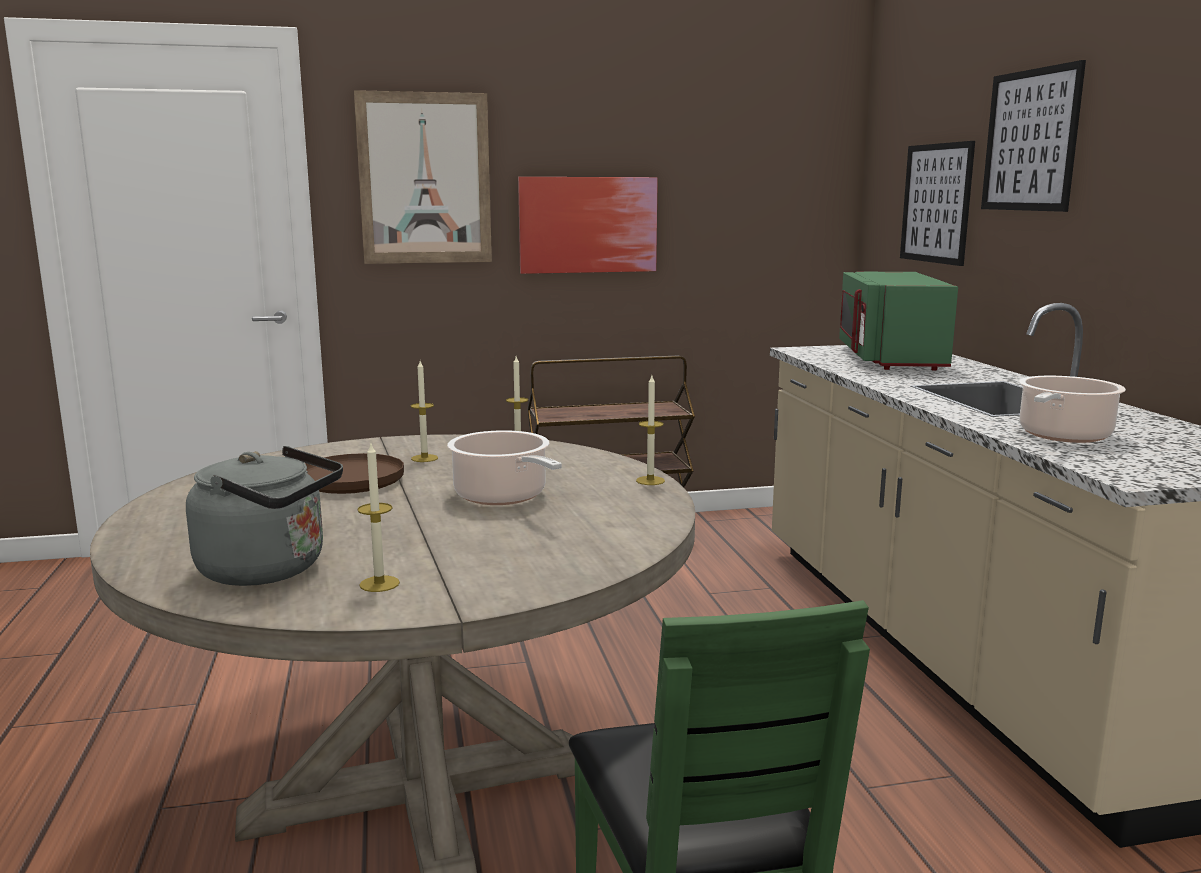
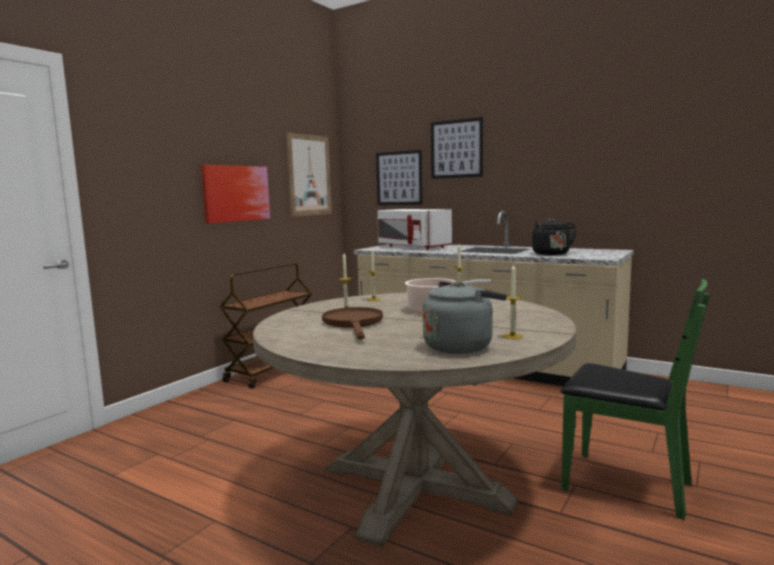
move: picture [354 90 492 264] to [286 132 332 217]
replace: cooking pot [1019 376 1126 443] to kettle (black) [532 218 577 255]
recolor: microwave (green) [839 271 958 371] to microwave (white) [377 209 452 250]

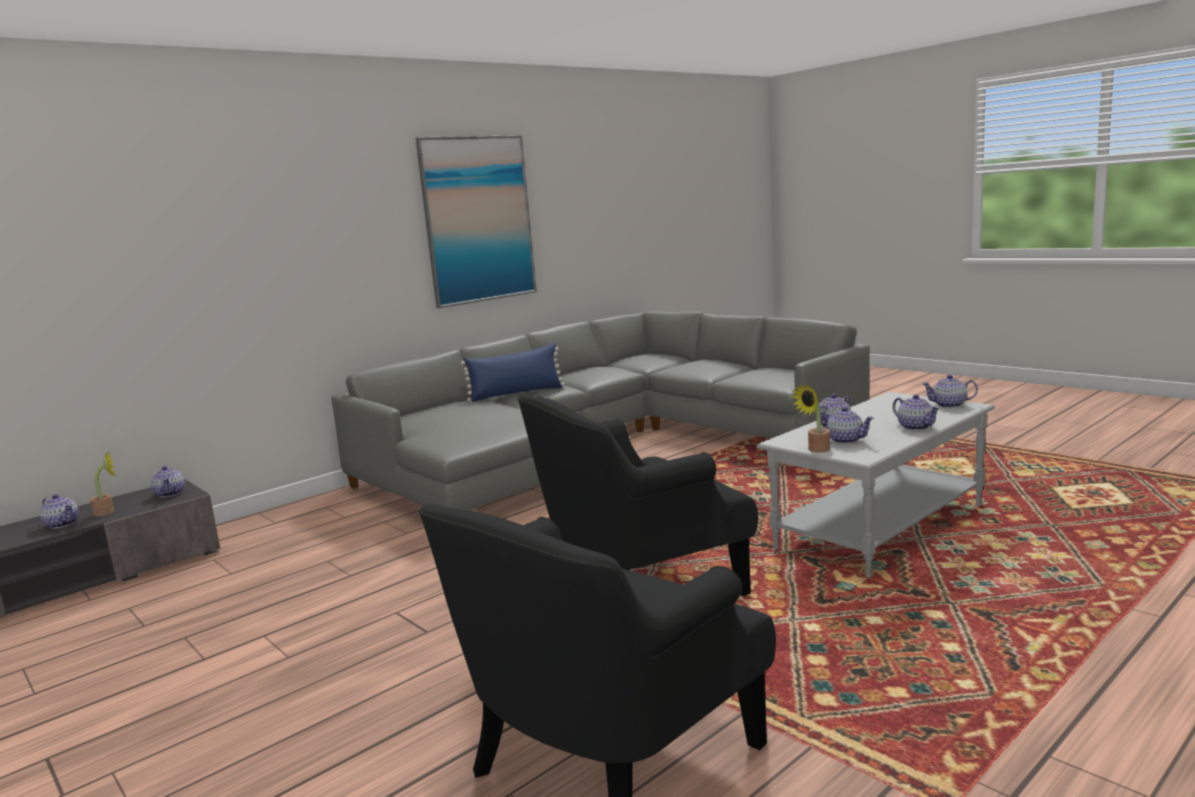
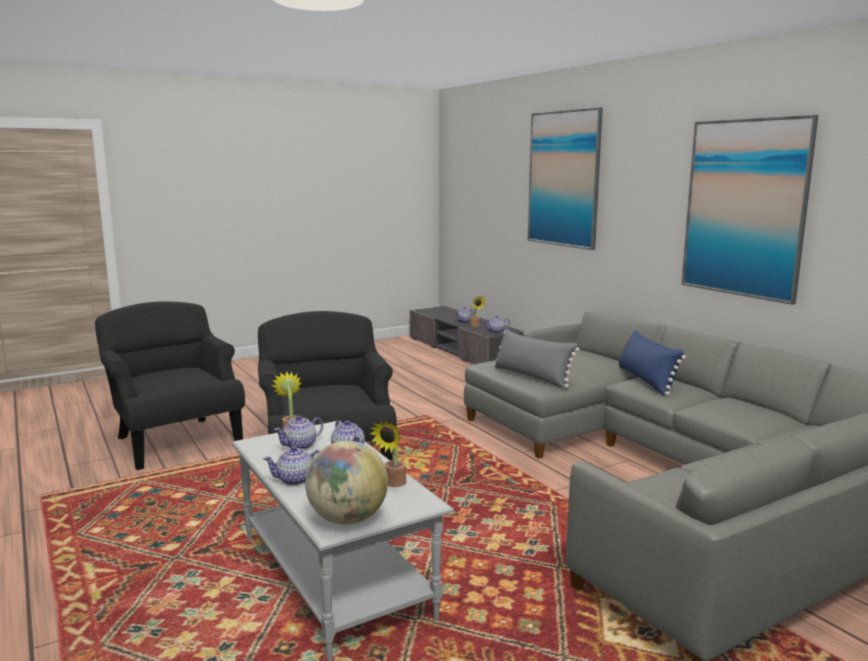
insert: picture [528 107 603 250]; pillow (grey) [493 329 580 388]; potted plant [370 421 406 487]
replace: teapot [922 375 978 408] to globe [305 441 388 525]

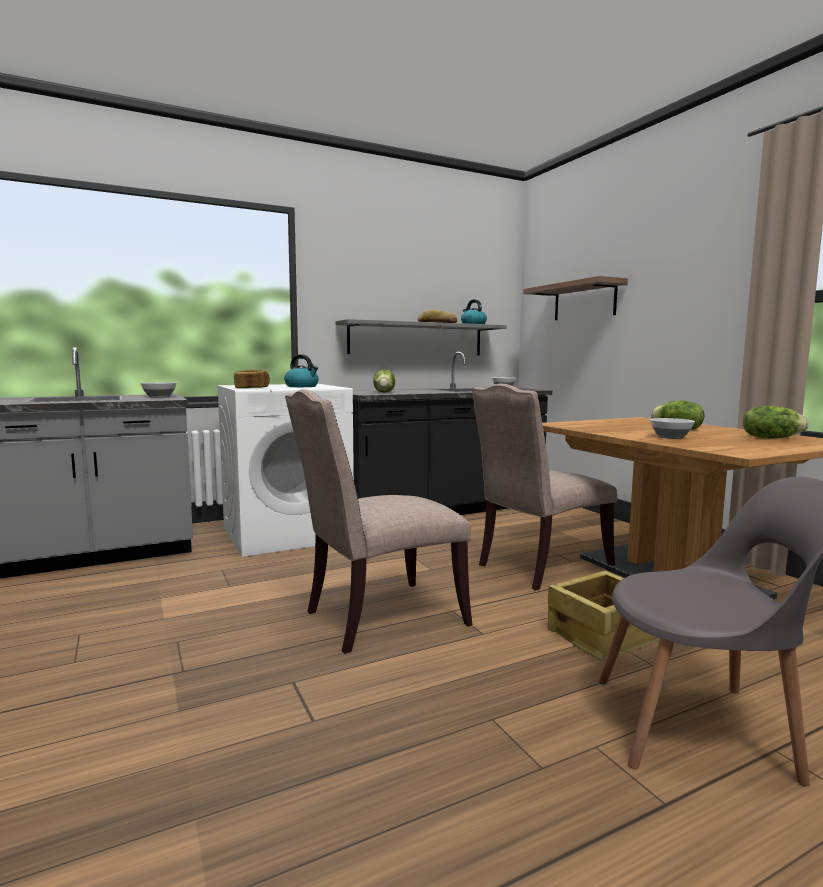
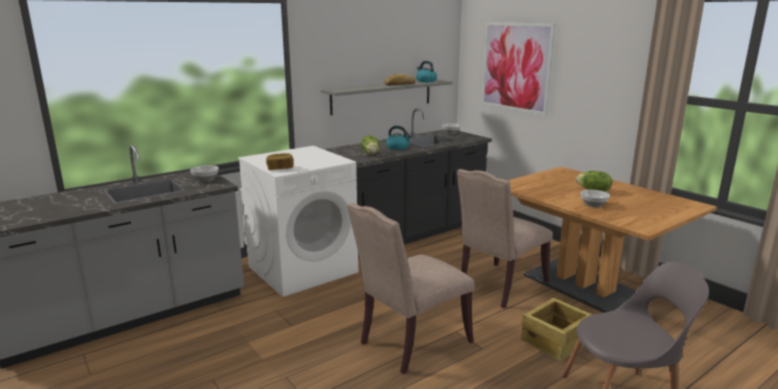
delete: lettuce [743 406 809 438]
move: kettle [284 354 319 387] to [386 126 412 150]
replace: shelf [523 276 628 320] to picture [481 22 555 116]

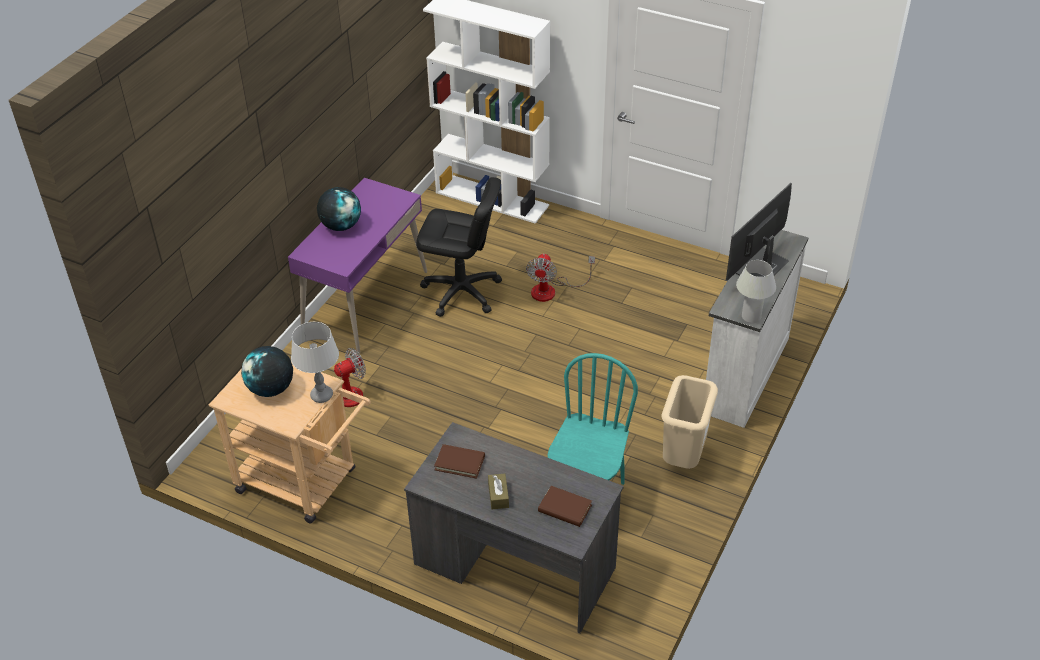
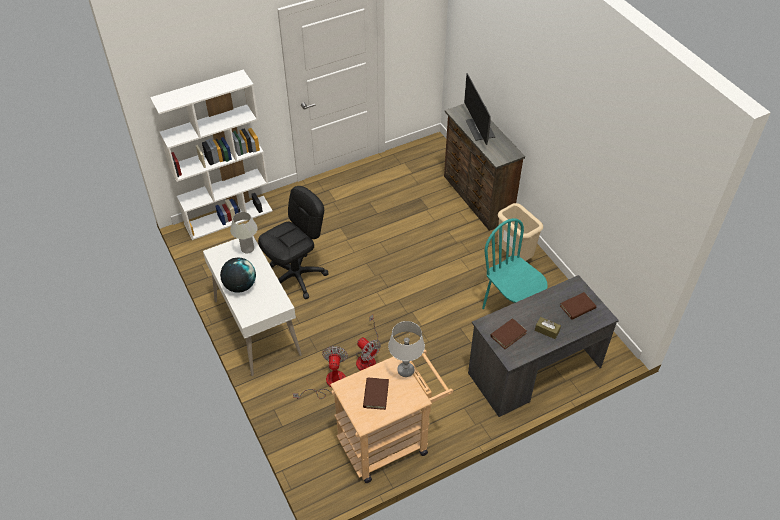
move: fan [526 254 595 302] to [356 315 381 371]; table lamp (white) [736 260 776 323] to [230 212 258 254]
replace: globe [241 346 293 397] to book (brown) [363 378 389 410]
recolor: desk (purple) [288 178 427 354] to desk (white) [203 236 302 376]; dresser (white) [706 230 808 428] to dresser (brown) [444 103 525 231]

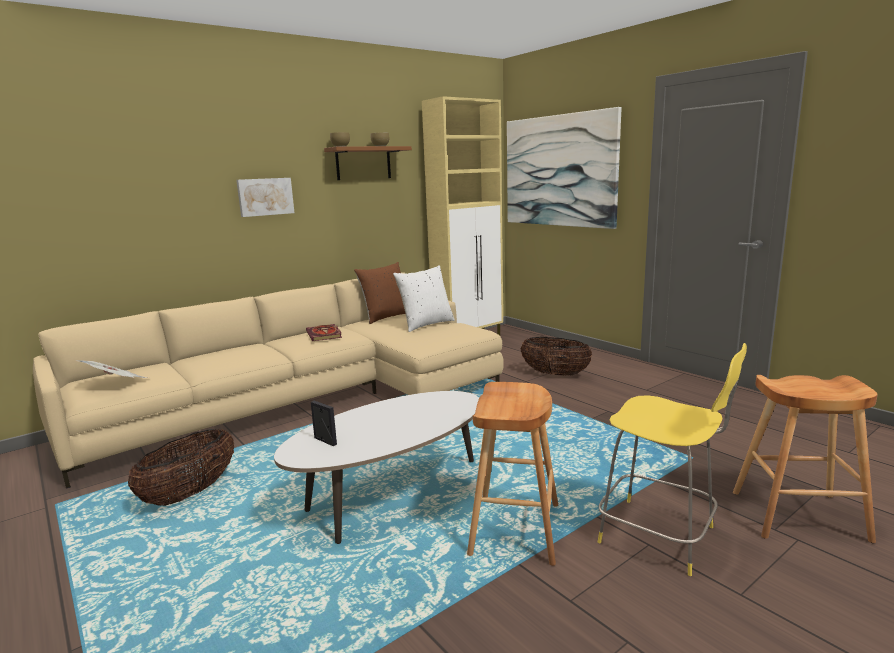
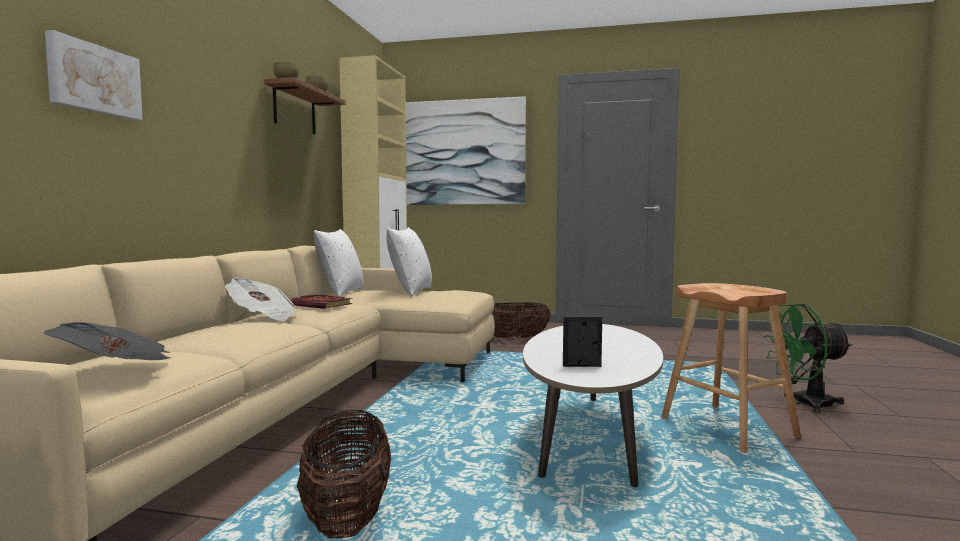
delete: stool (brown) [733 375 877 543]
insert: newspaper [225 277 299 321]
move: picture [236 178 294 217] to [45 30 143 120]
replace: stool (yellow) [598 343 747 576] to fan (green) [763 304 852 413]
recolor: pillow (brown) [354 262 406 324] to pillow (white) [314 229 363 297]

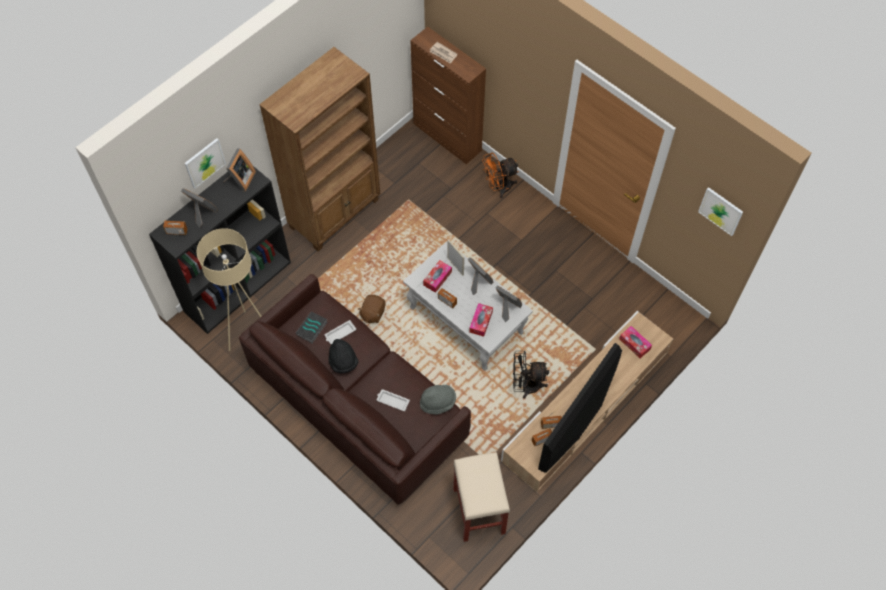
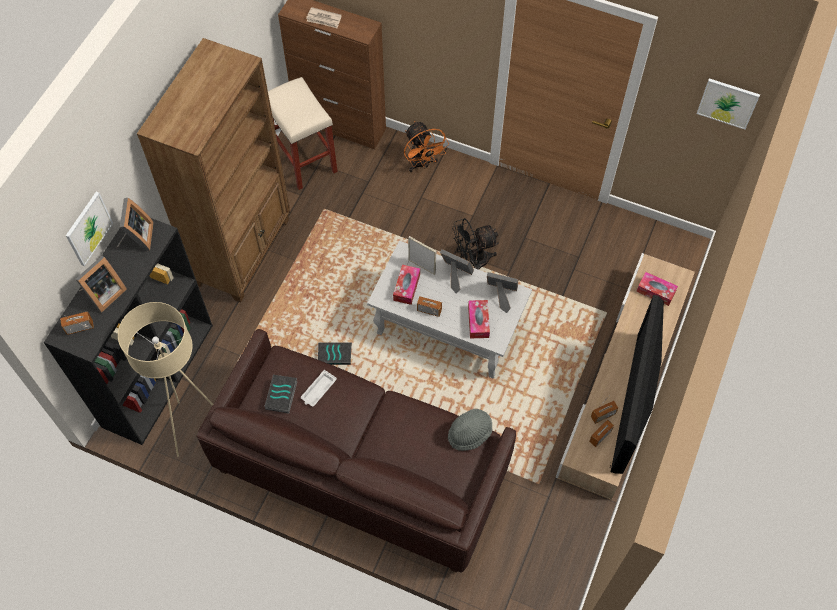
delete: hat (black) [328 339 358 373]; tray (white) [377 389 410 411]
move: fan (black) [513 351 549 399] to [452 218 499 270]; stool (beige) [453 452 510 542] to [268 77 338 190]
replace: plush toy (brown) [358 295 385 323] to book [318 342 352 365]
rotate: fan (orange) [482 153 519 198] = [404 121 449 172] 75 degrees counterclockwise; picture frame [181 188 218 228] = [76 256 127 313] 120 degrees clockwise

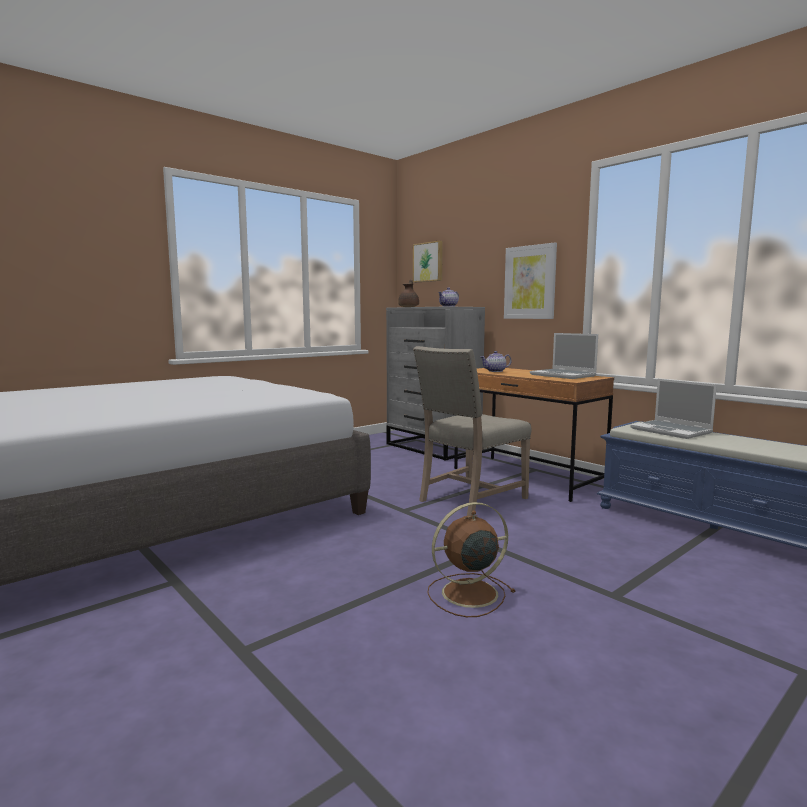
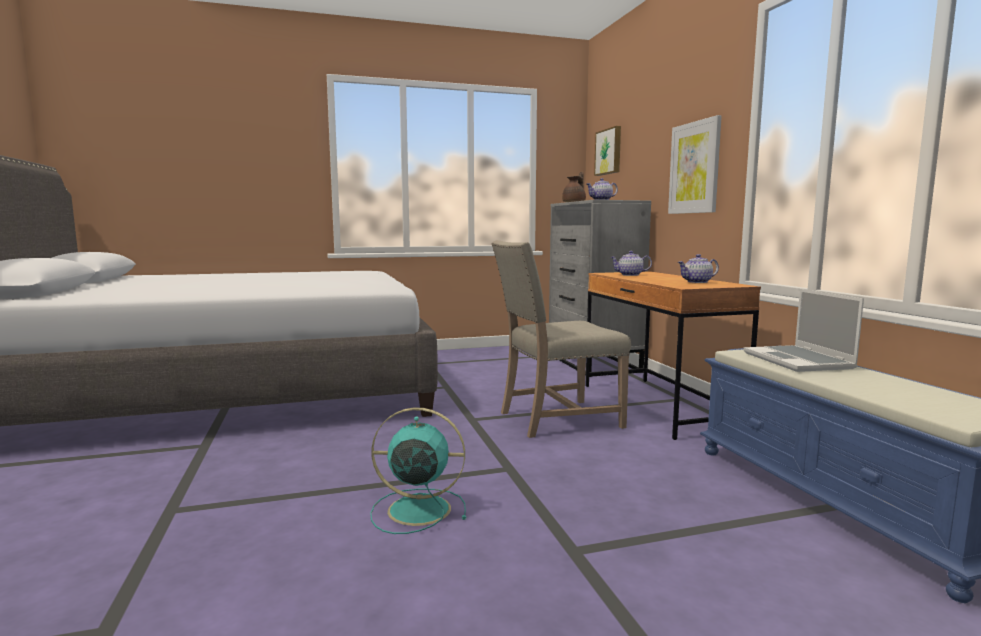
replace: laptop [530 333 598 379] to teapot [678 254 719 283]
recolor: fan (brown) [427 502 516 617] to fan (turquoise) [370 407 466 534]

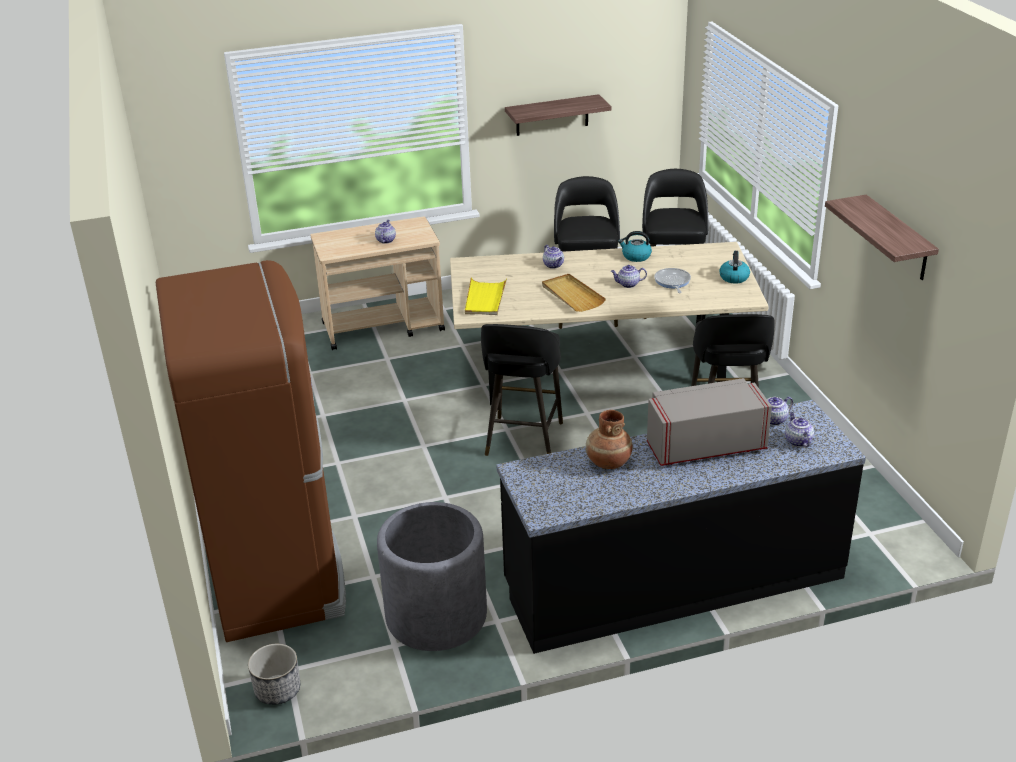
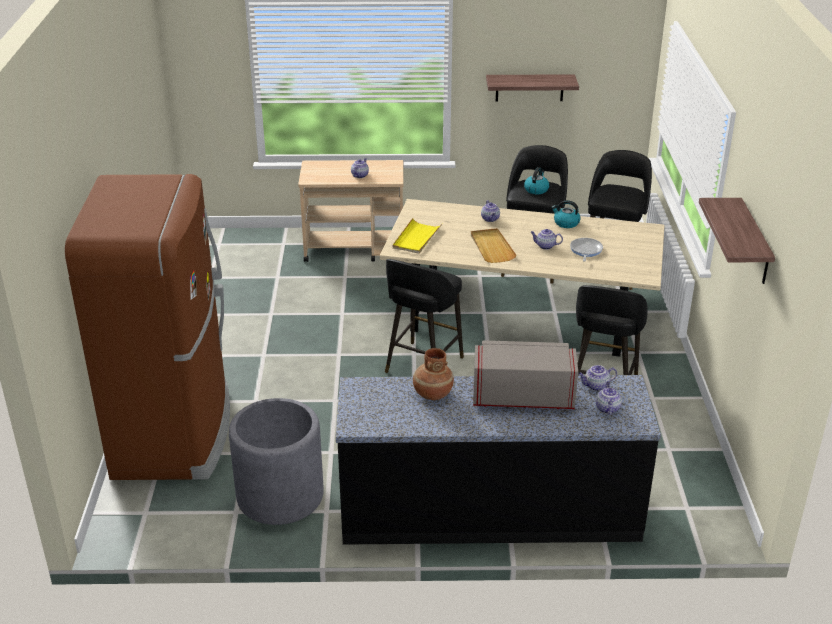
delete: planter [248 644 300 705]
move: kettle [719 251 750 284] to [524 167 549 195]

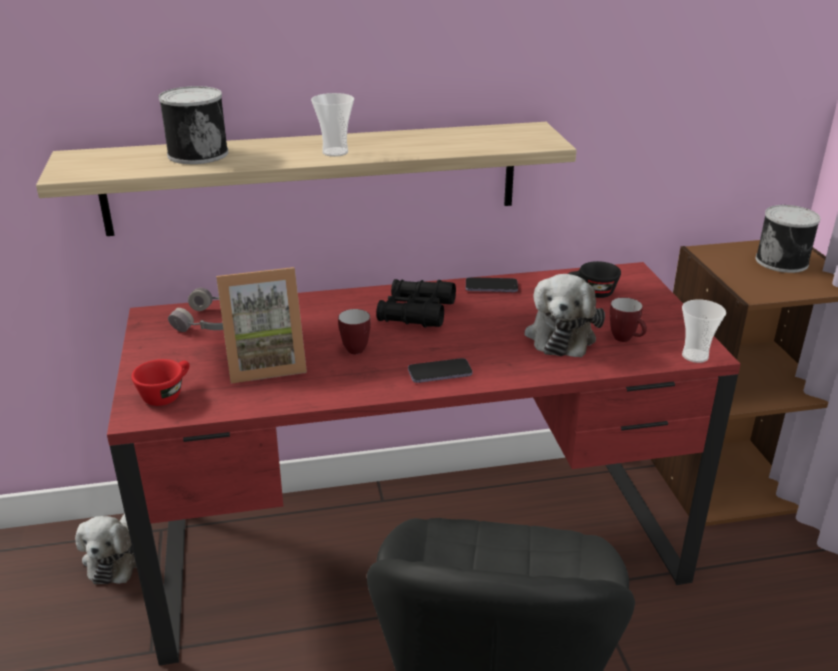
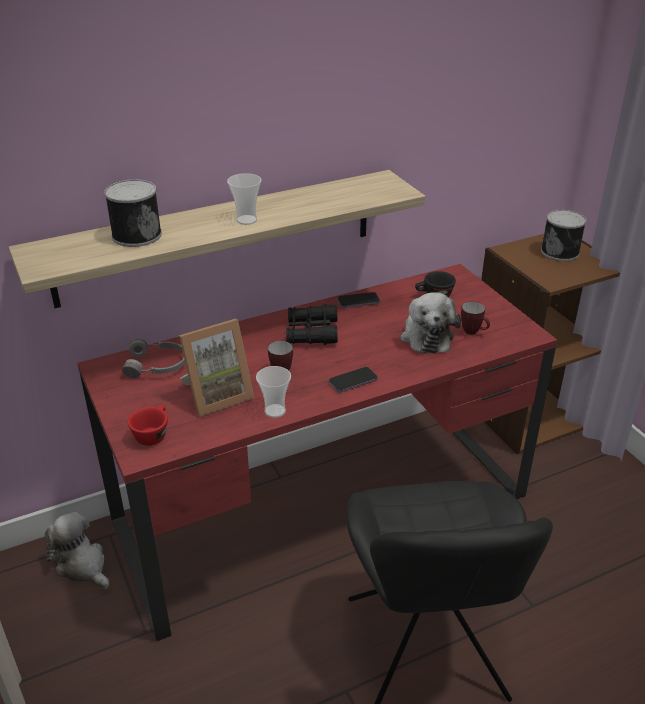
move: cup [682 299 726 363] to [256 366 291 418]
rotate: plush toy [75 513 137 584] = [45 512 109 589] 150 degrees clockwise

